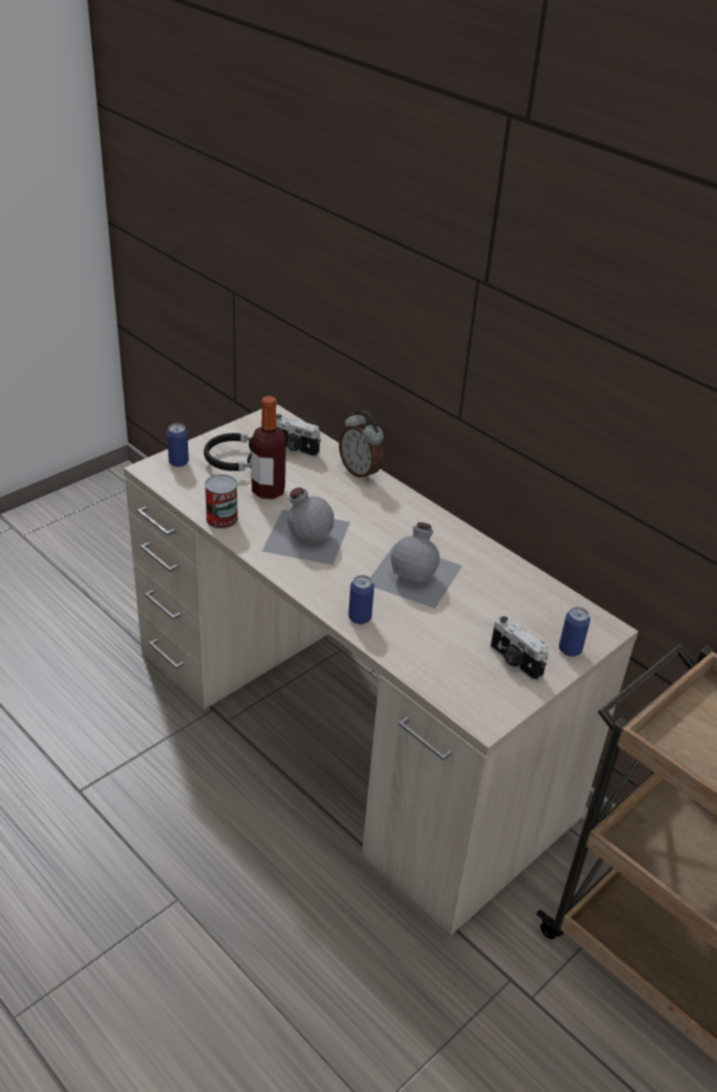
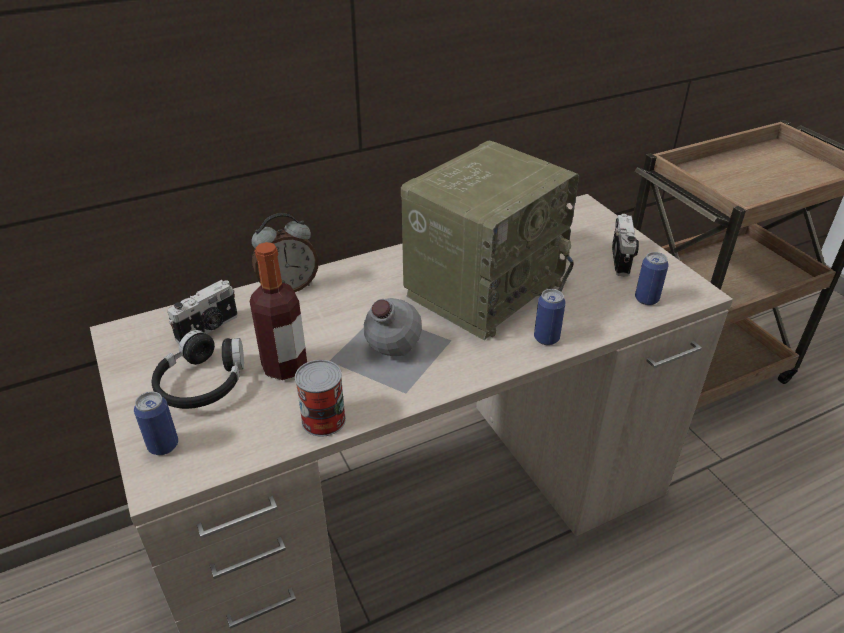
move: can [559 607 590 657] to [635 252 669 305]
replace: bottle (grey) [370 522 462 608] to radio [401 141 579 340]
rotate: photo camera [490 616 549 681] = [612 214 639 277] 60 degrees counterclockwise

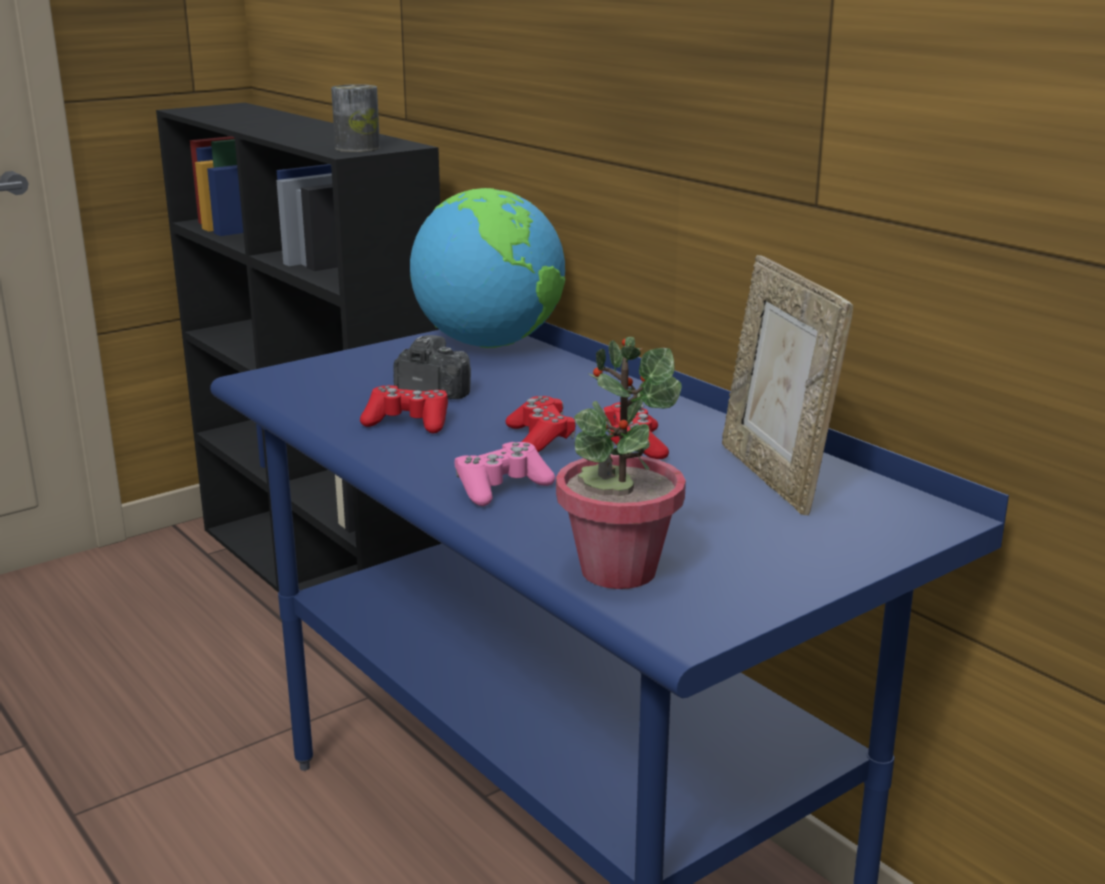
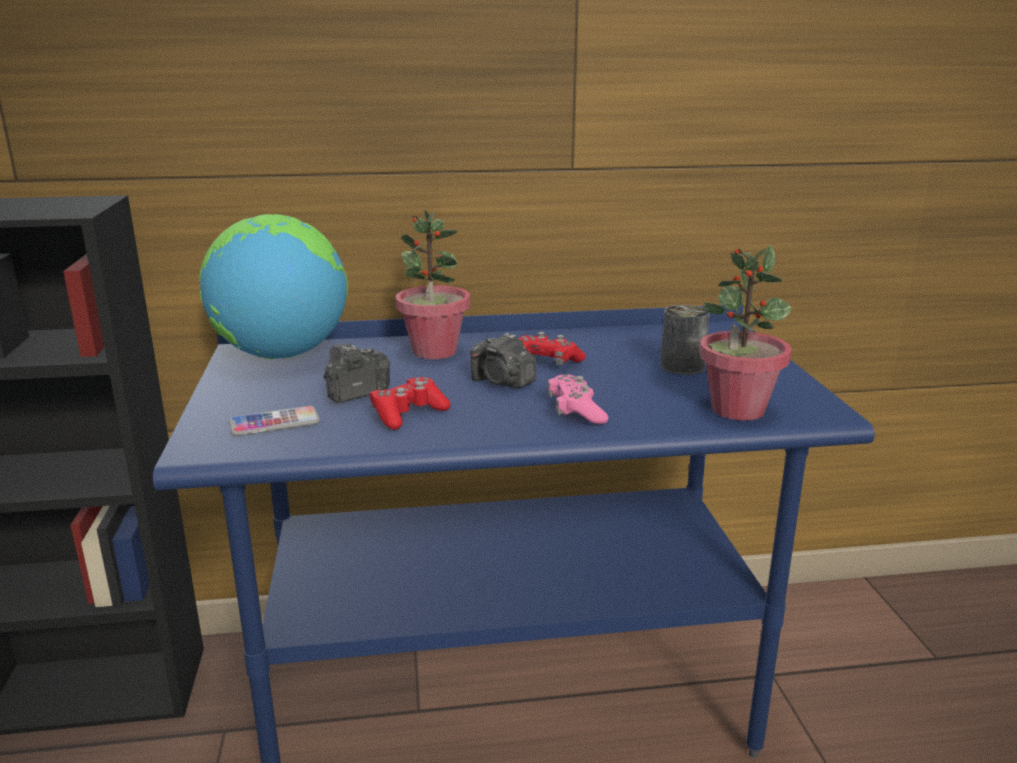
delete: picture frame [722 255 853 515]
insert: potted plant [395 210 470 359]; phone [229 406 320 436]
move: can [331 84 380 152] to [660 305 710 375]
replace: game controller (red) [506 396 576 452] to photo camera [470 333 536 388]

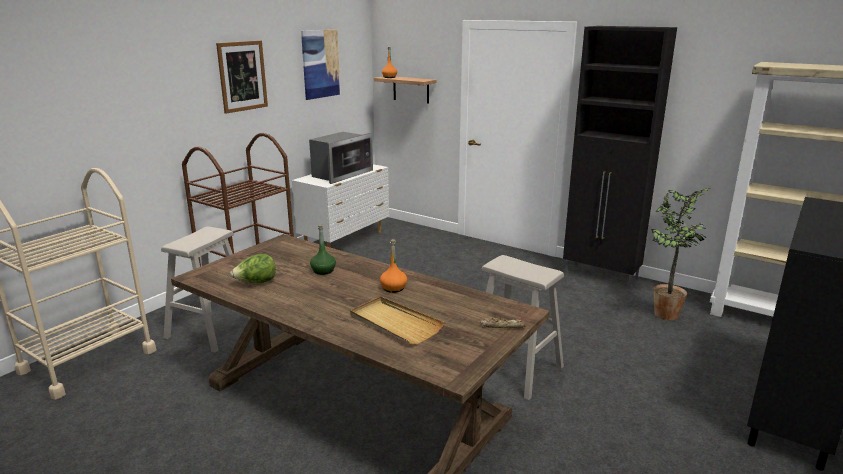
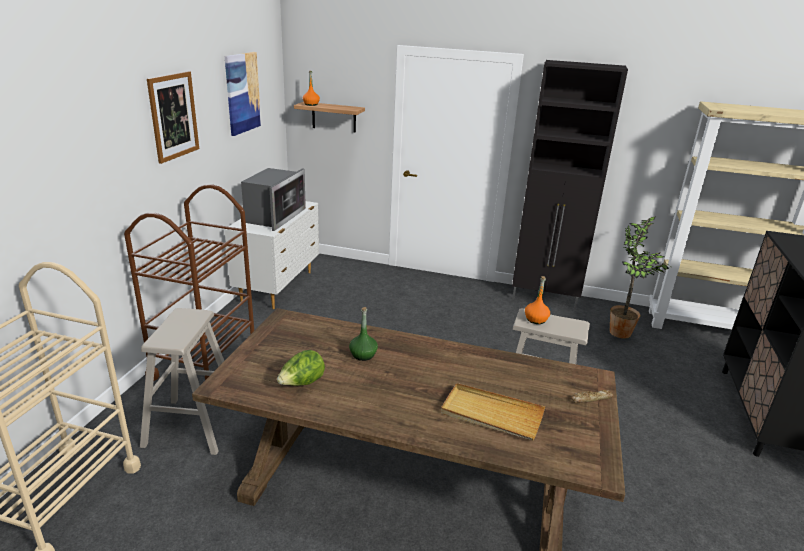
move: bottle (orange) [380 239 407 293] to [525 276 550 324]

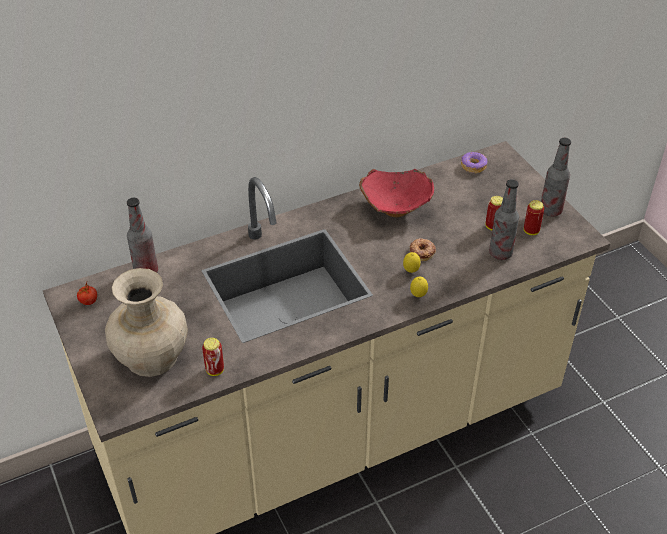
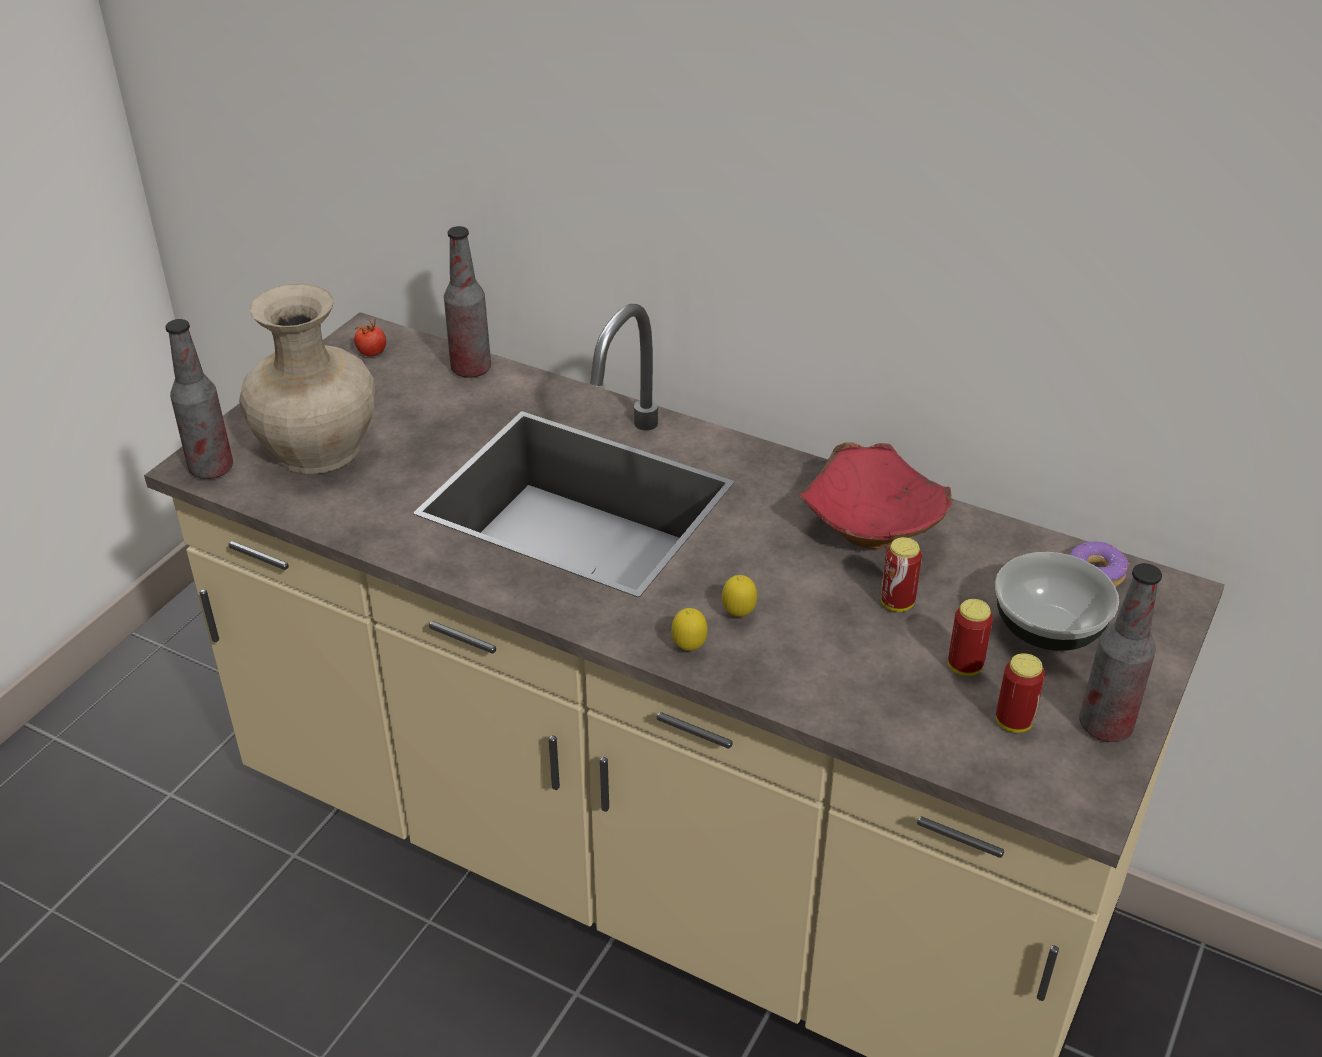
delete: donut [410 238 436 261]
insert: bowl [995 552 1119 651]
move: bottle [489 179 519 260] to [166 319 233 479]; can [202 338 224 376] to [881 537 922 612]

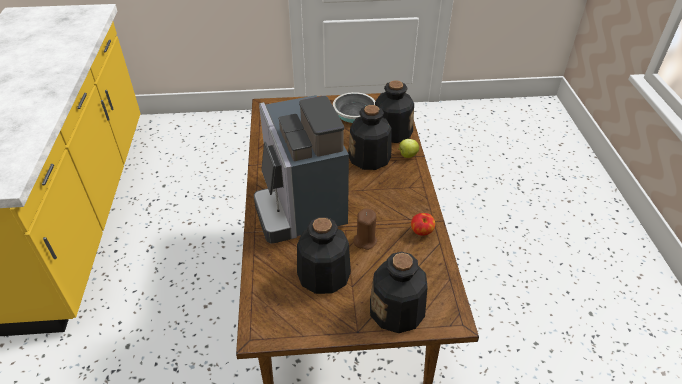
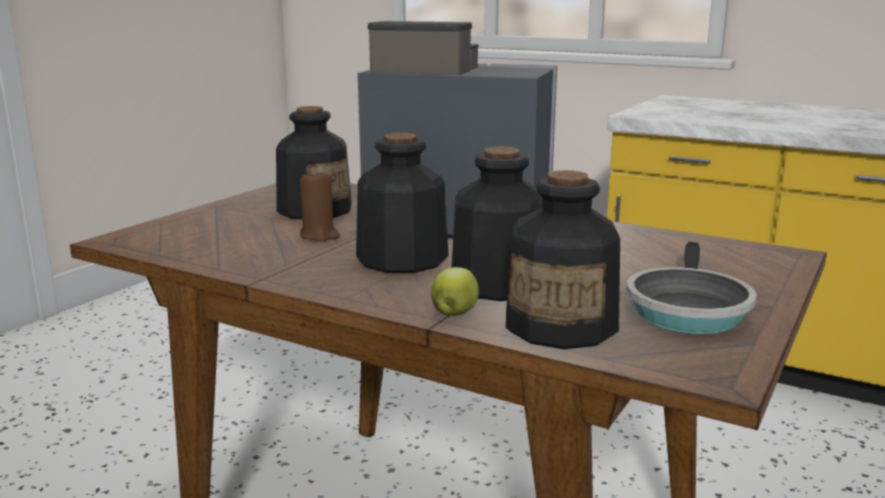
delete: apple [411 213 435 236]
move: bottle [370 252 428 333] to [356 133 449 273]

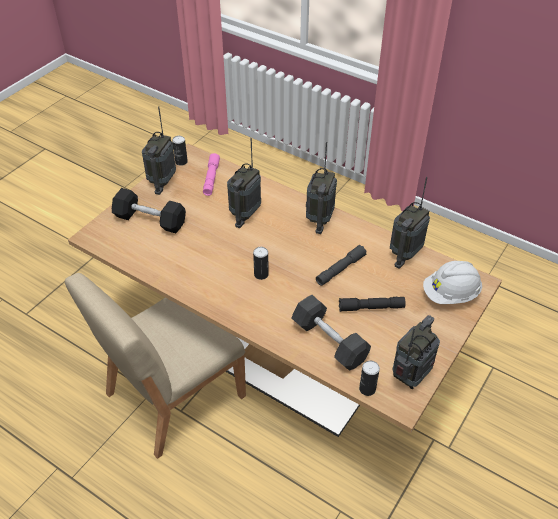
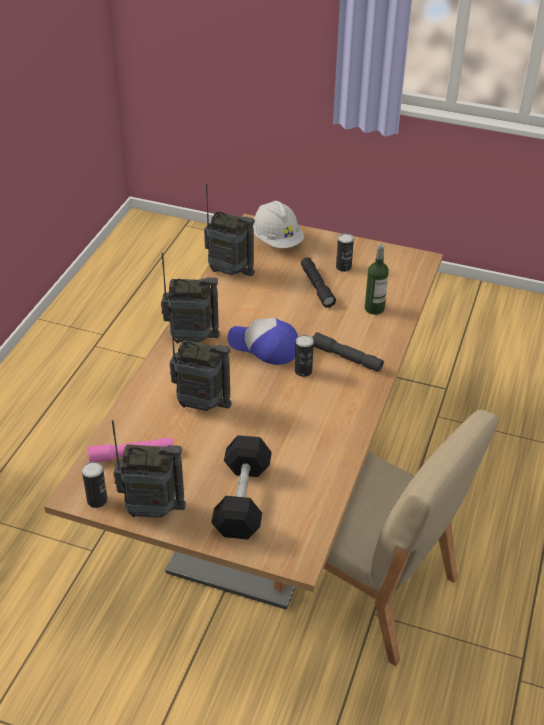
delete: radio [392 315 440 389]
insert: cap [227 318 298 365]
move: flashlight (grey) [316 245 367 286] to [312 332 384 372]; can [359 361 380 396] to [336 233 354 272]
replace: dumbbell (grey) [292 295 371 371] to bottle [365 244 389 315]

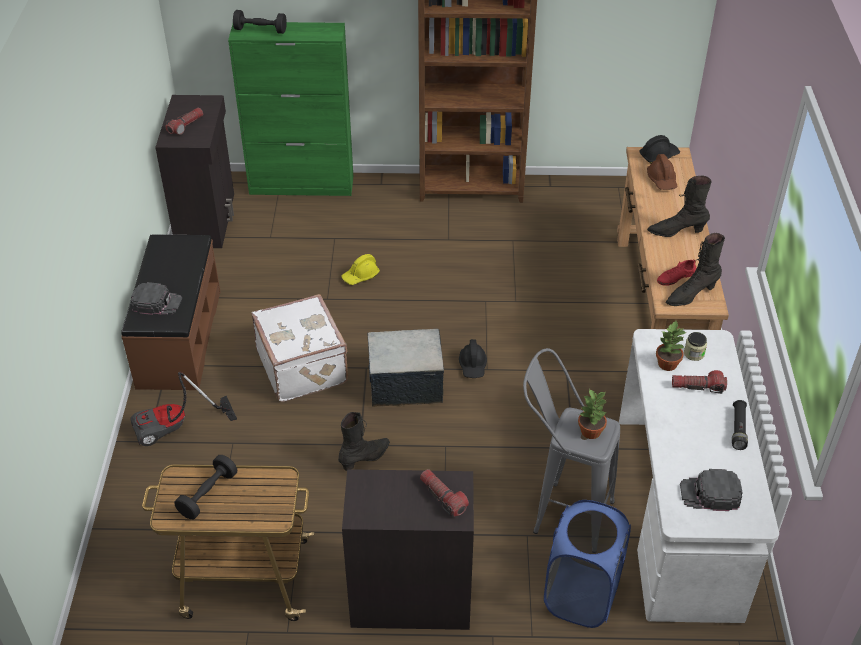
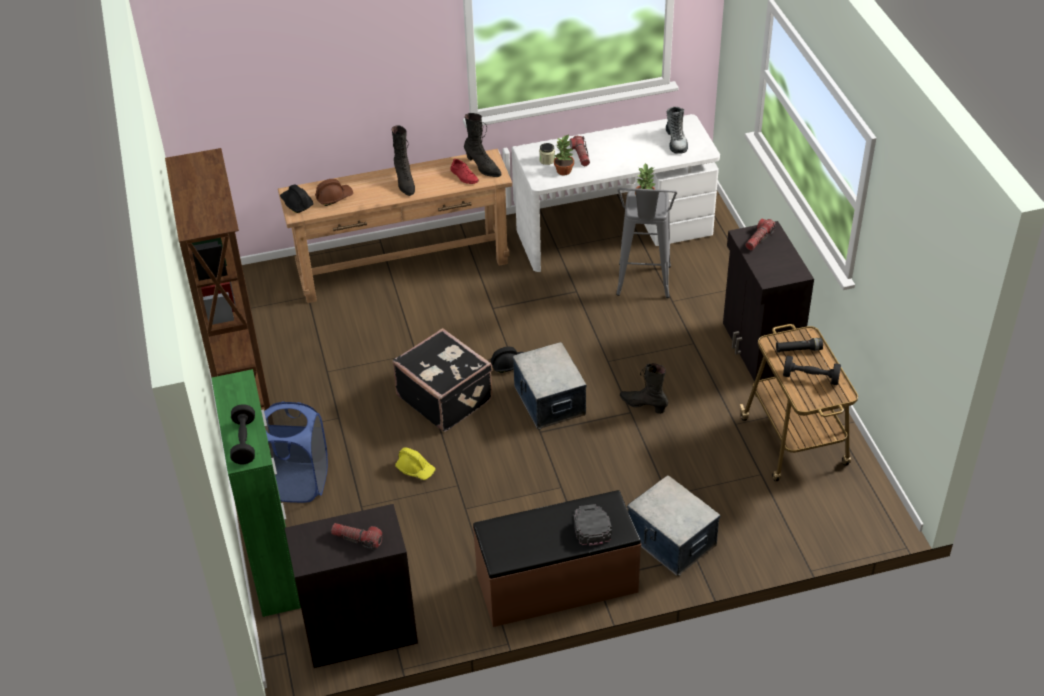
delete: suitcase (white) [251 294 348 402]
insert: suitcase (black) [392 328 493 432]
move: flashlight (black) [732 400 748 450] to [776 338 823 353]; laundry basket (blue) [544 500 631 628] to [264 401 328 503]
replace: vacuum cleaner [131 372 237 446] to storage box [627 475 721 576]; cap (black) [680 469 743 511] to boot [666 107 688 154]

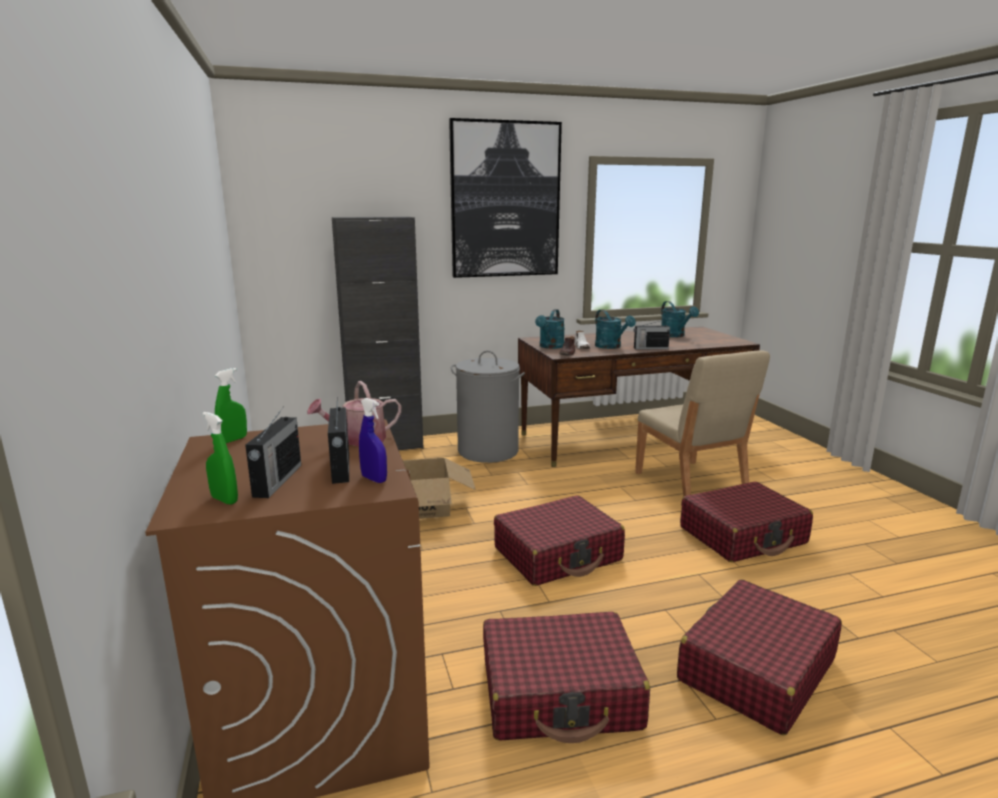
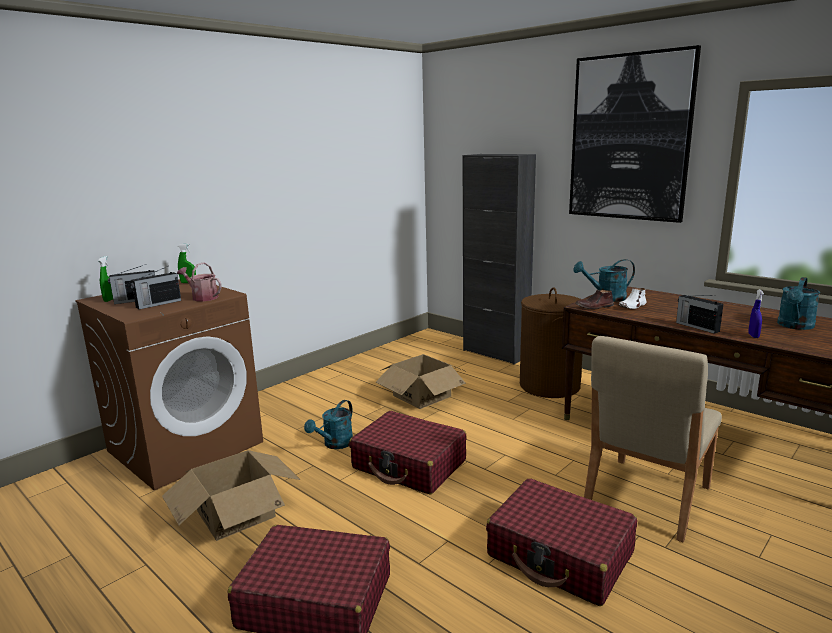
move: watering can (turquoise) [595 309 636 349] to [304 400 353 449]; spray bottle (blue) [359 398 387 483] to [748 289 764 338]
replace: suitcase (red) [483 612 650 743] to cardboard box [162 450 300 541]
recolor: laundry basket (grey) [451 350 525 463] to laundry basket (brown) [520 287 583 398]

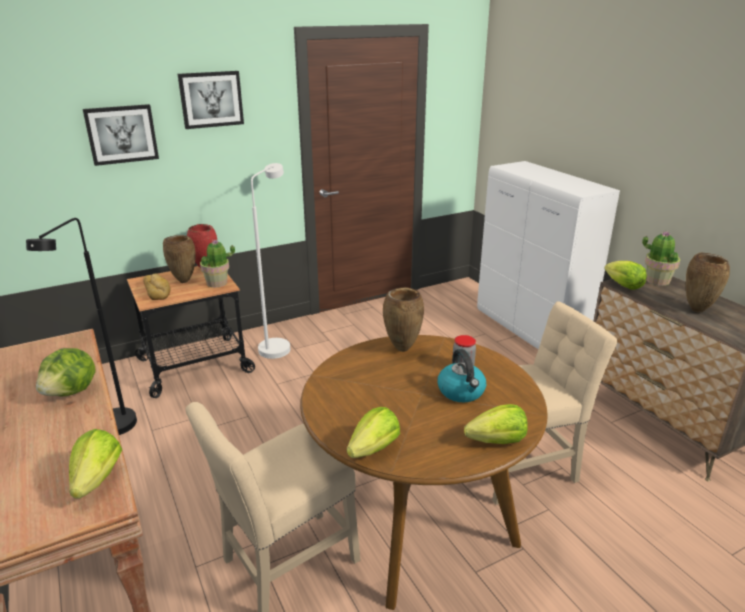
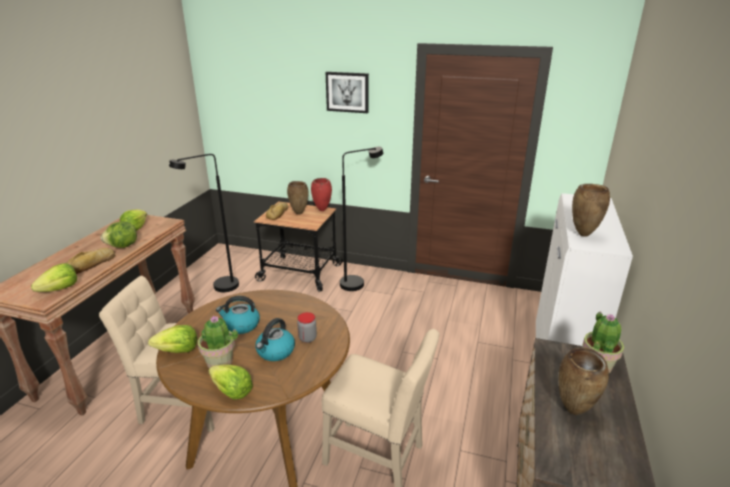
delete: picture [83 104 159 166]
insert: bread [67 248 115 274]; kettle [216 296 260 334]
move: potted plant [200 240 235 287] to [198 315 238 369]; lettuce [604 261 647 290] to [120 209 147 231]; vase (brown) [383 287 424 352] to [572 184 610 237]
recolor: floor lamp (white) [251 163 290 359] to floor lamp (black) [340 147 383 291]

